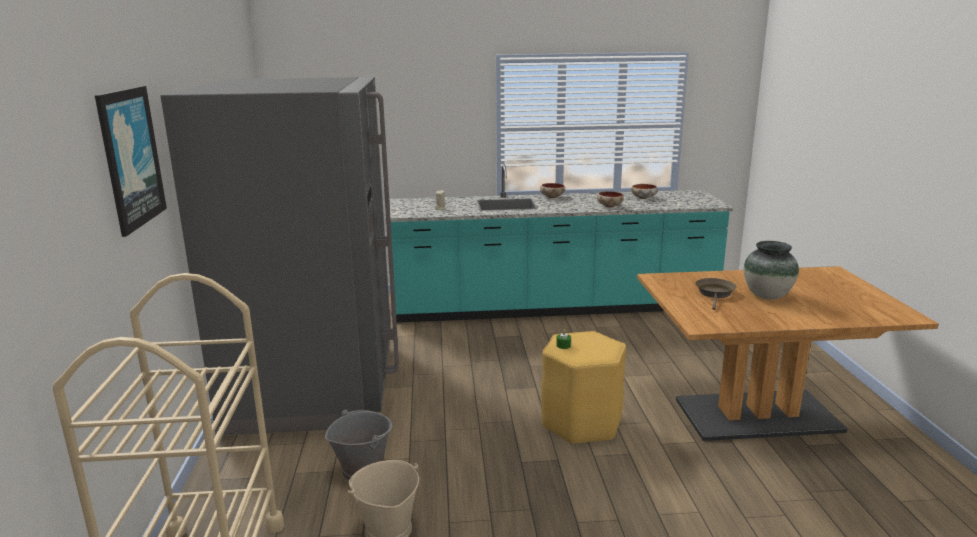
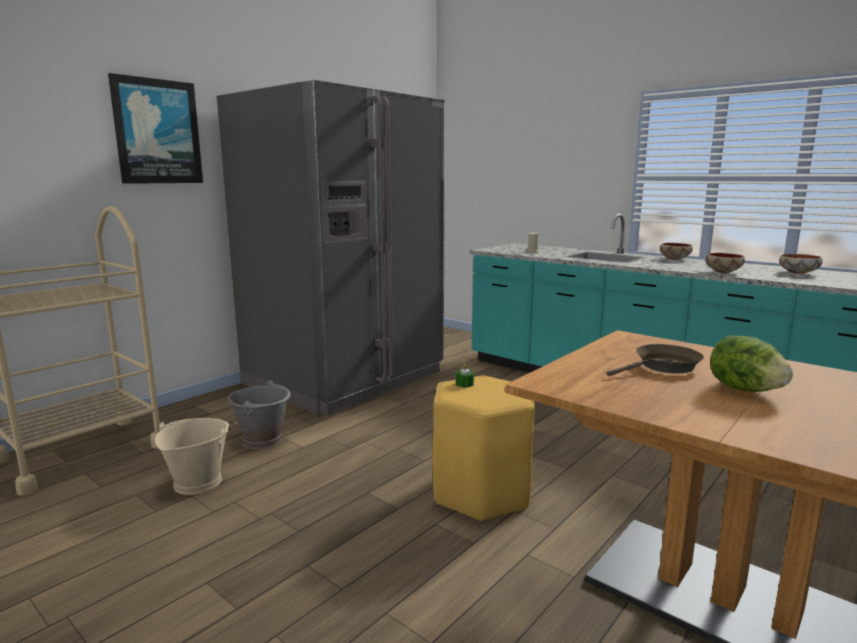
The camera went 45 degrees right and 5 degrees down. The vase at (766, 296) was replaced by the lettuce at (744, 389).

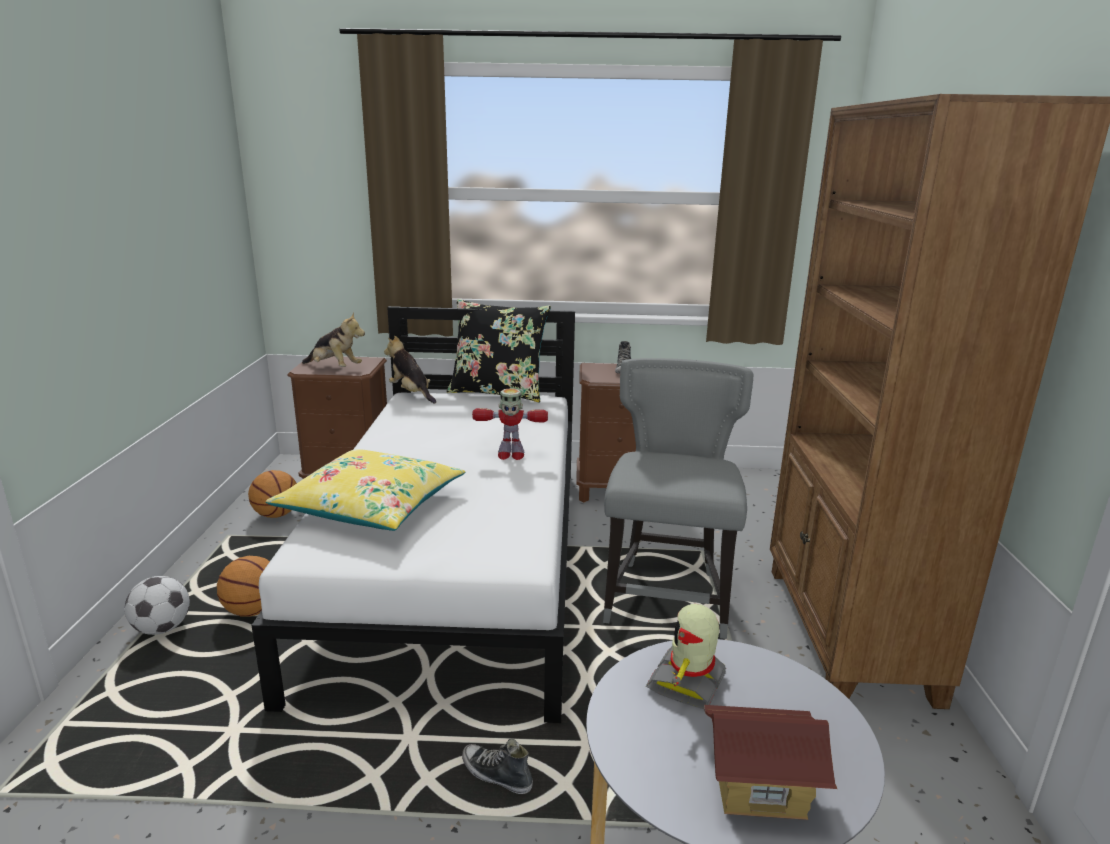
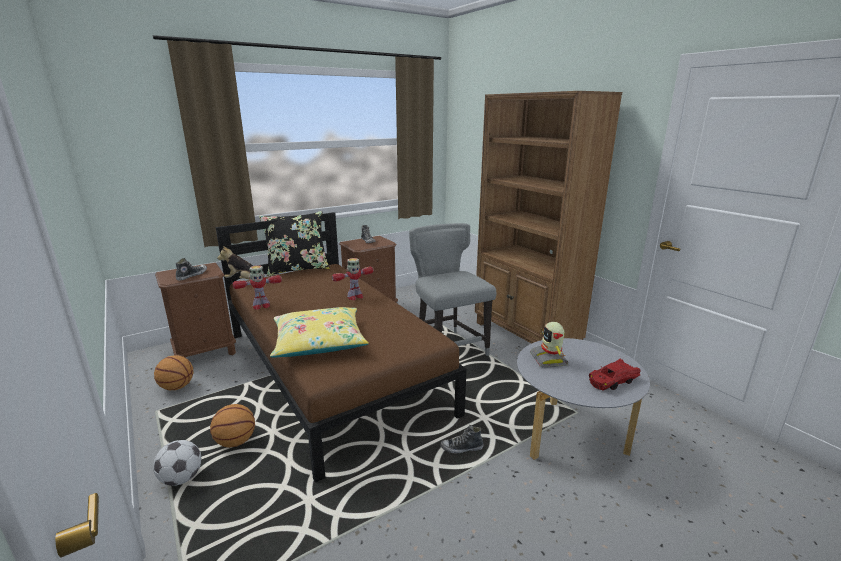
The camera went 35 degrees left and 0 degrees up. The white_bed at (459, 563) became the brown_bed at (332, 370). The plush_toy at (334, 368) was replaced by the shoe at (192, 275). The toy_house at (759, 788) was replaced by the red_toy_car at (612, 380). The toy_robot at (261, 306) appeared.

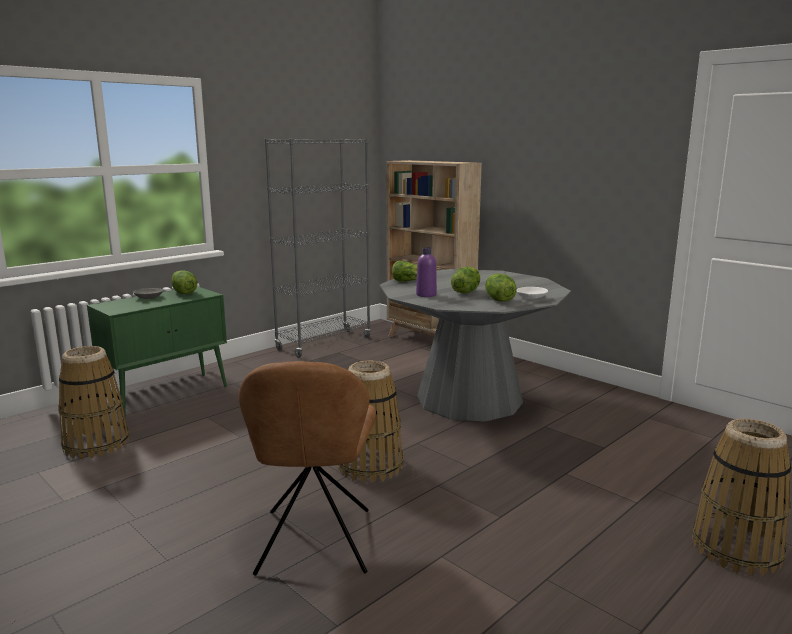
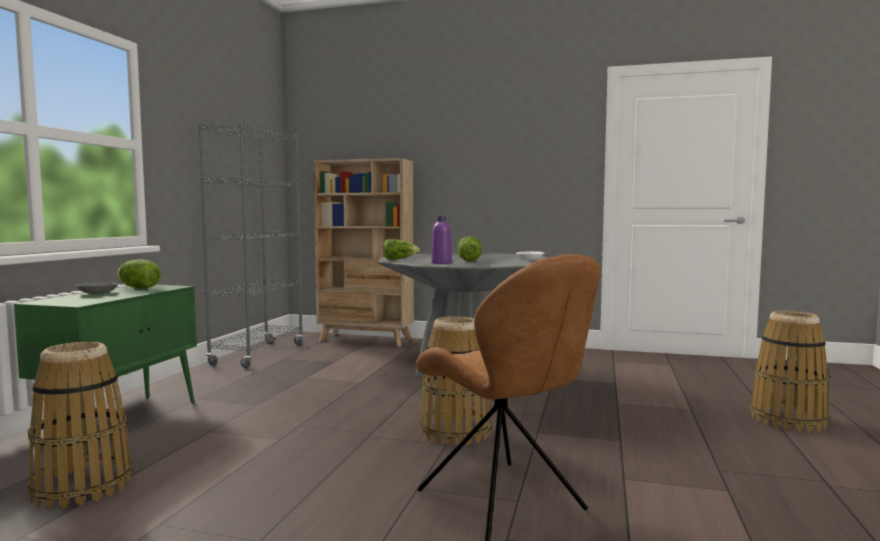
The camera went 30 degrees left and 10 degrees down. The lettuce at (498, 300) disappeared.

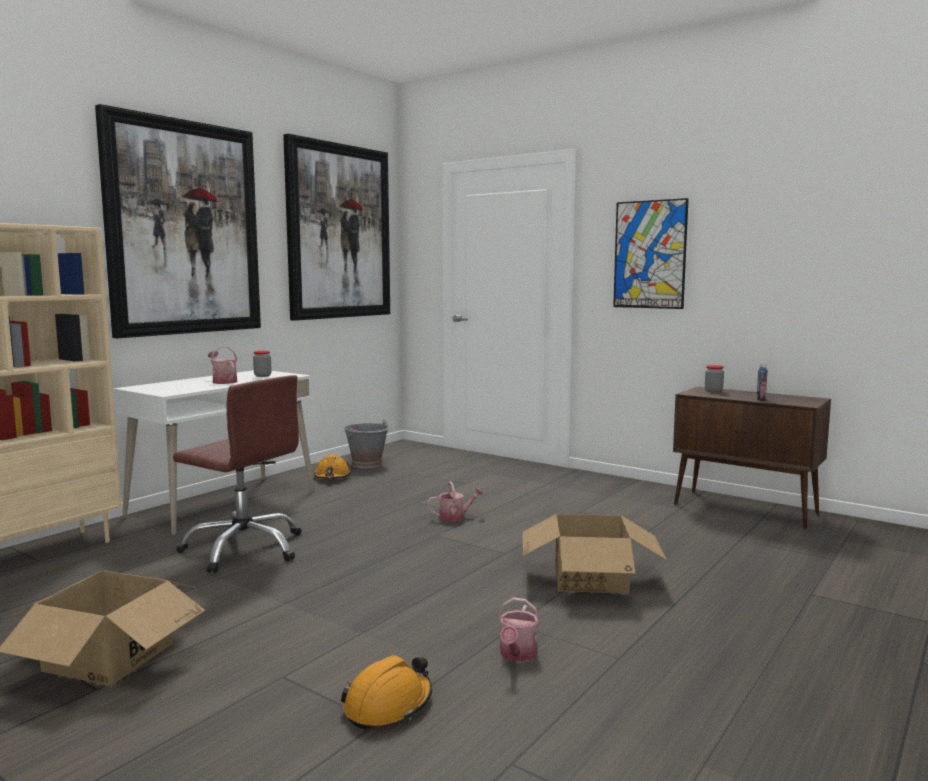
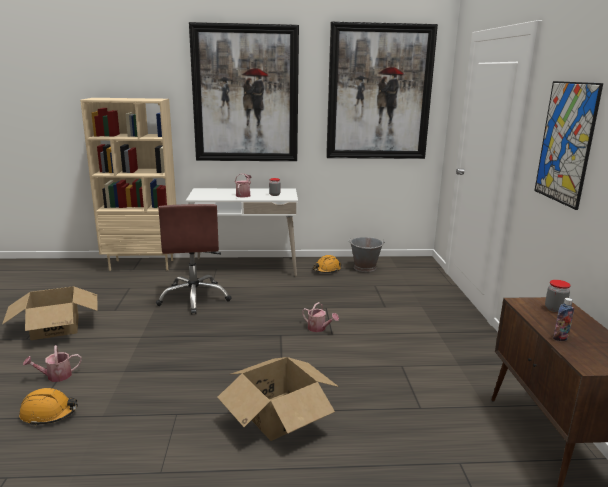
The camera went 50 degrees right and 10 degrees up. The watering_can moved from (517, 654) to (55, 376).

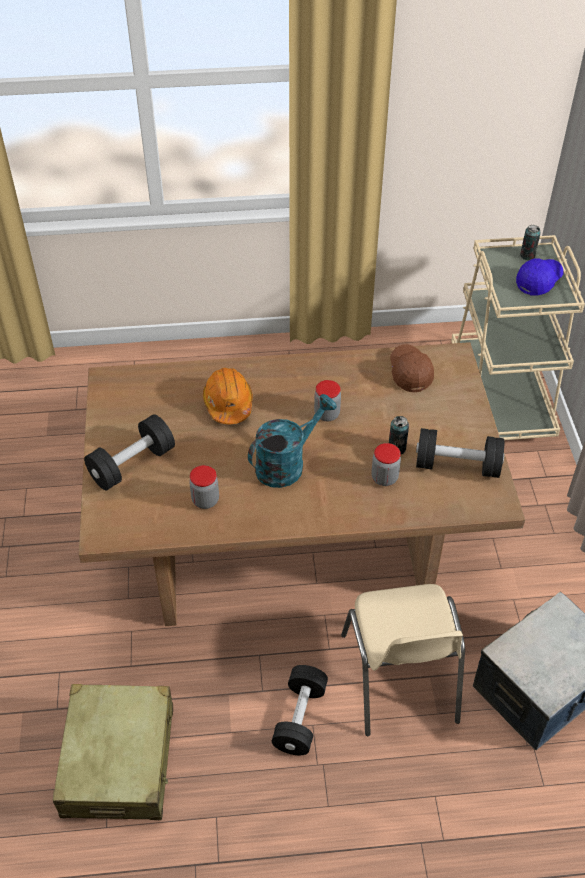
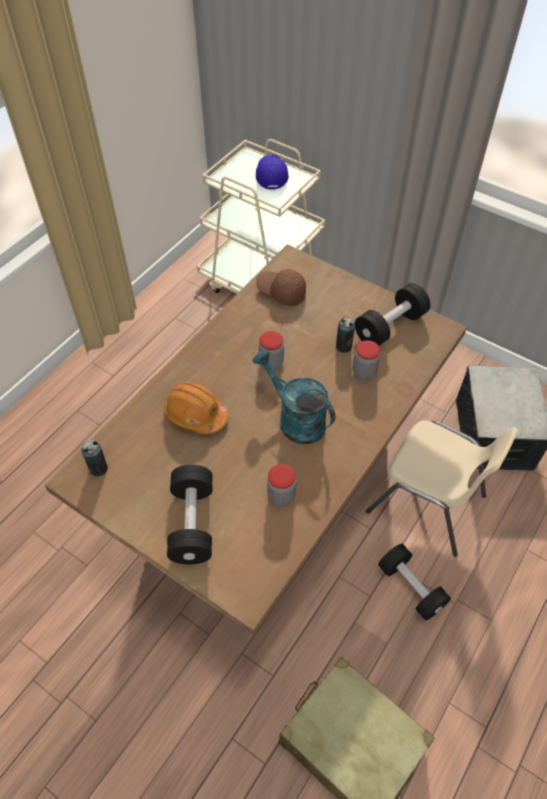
The camera went 50 degrees left and 5 degrees up. The turquoise_watering_can at (287, 463) turned 45 degrees counterclockwise. The can moved from (527, 256) to (98, 468).

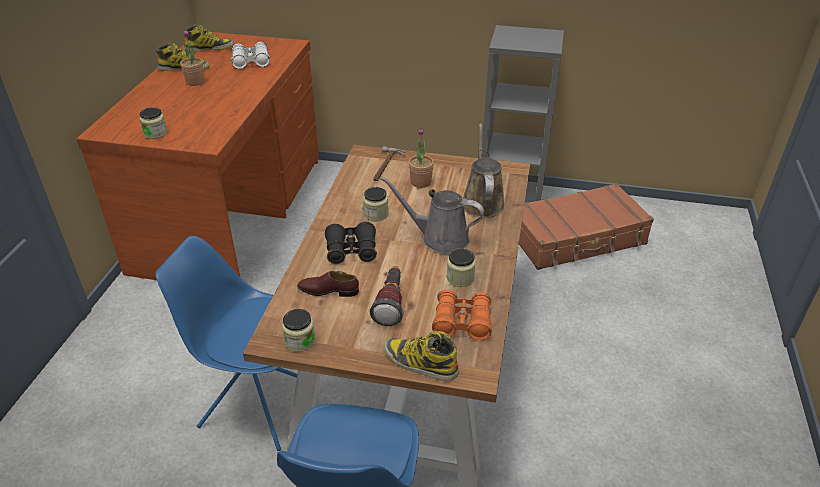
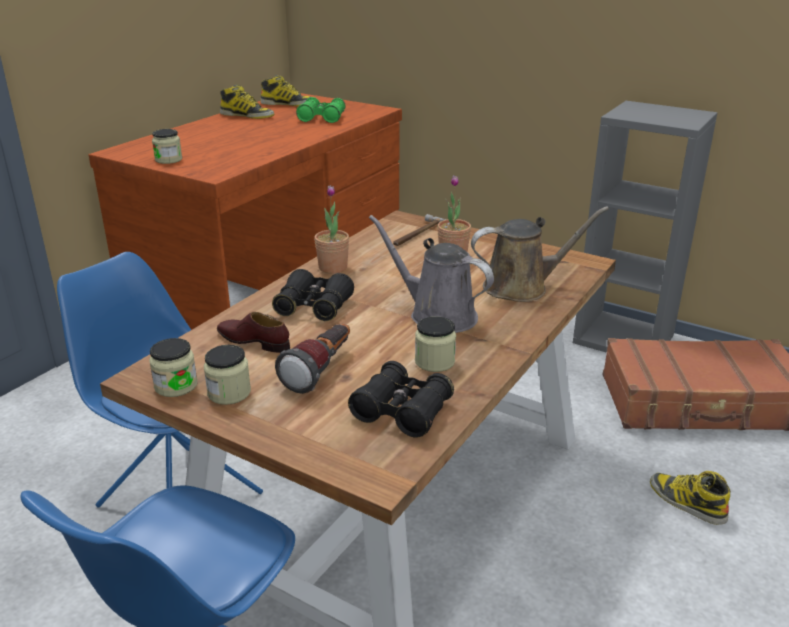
The camera went 20 degrees right and 10 degrees down. The potted_plant moved from (195, 82) to (333, 268). The white_binoculars at (251, 62) became the green_binoculars at (322, 118). The jar moved from (376, 214) to (229, 393). The boot moved from (420, 363) to (686, 502). The orange_binoculars at (462, 323) became the black_binoculars at (402, 411). The brown_watering_can at (482, 201) turned 60 degrees clockwise.

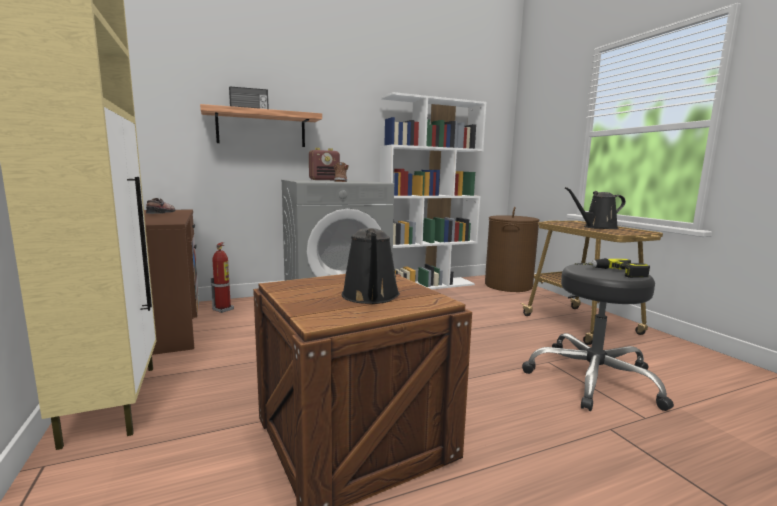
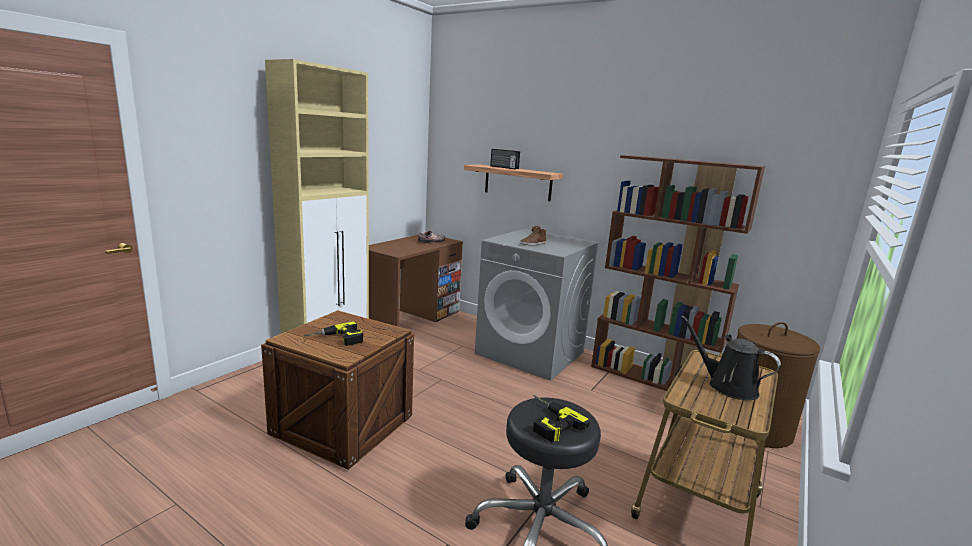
The camera went 55 degrees right and 5 degrees up. The fire_extinguisher at (223, 309) disappeared. The radio at (324, 180) disappeared. The black_watering_can at (371, 297) was replaced by the power_drill at (336, 340). The white_bookcase at (427, 285) became the brown_bookcase at (652, 378).

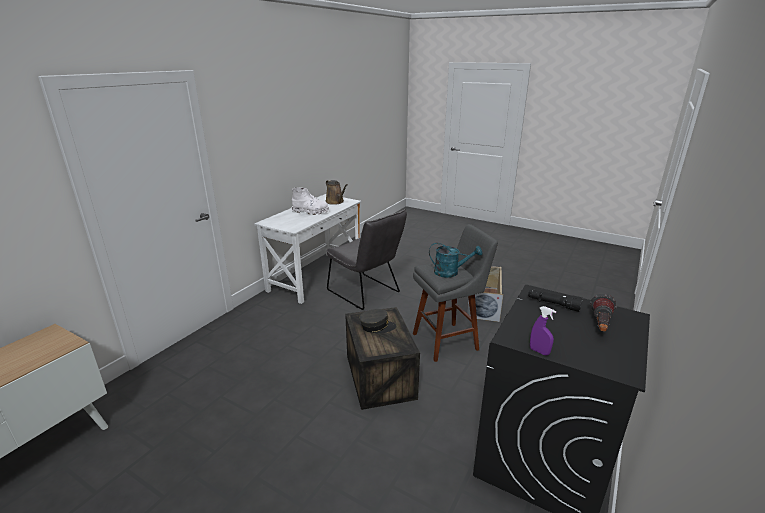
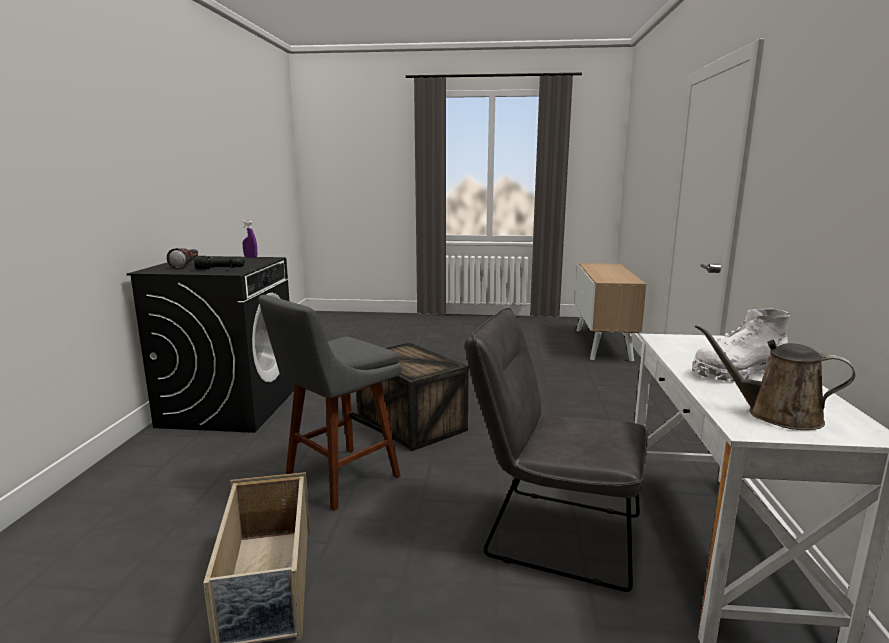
The camera went 155 degrees right and 10 degrees down. The grey_cap at (377, 326) disappeared. The turquoise_watering_can at (451, 272) disappeared.

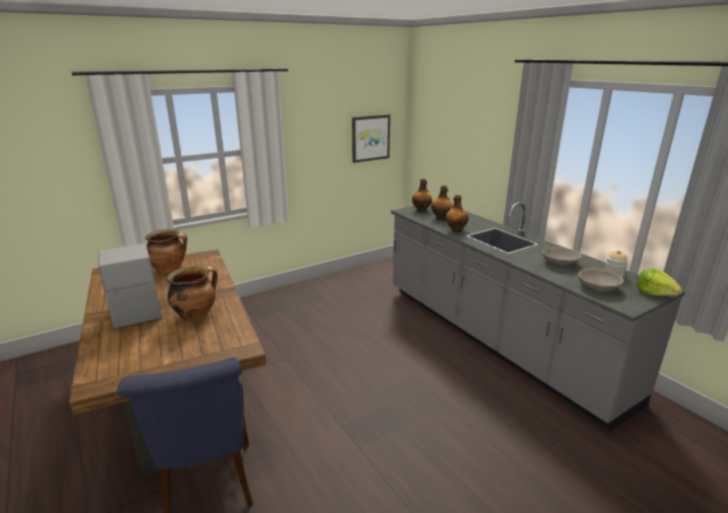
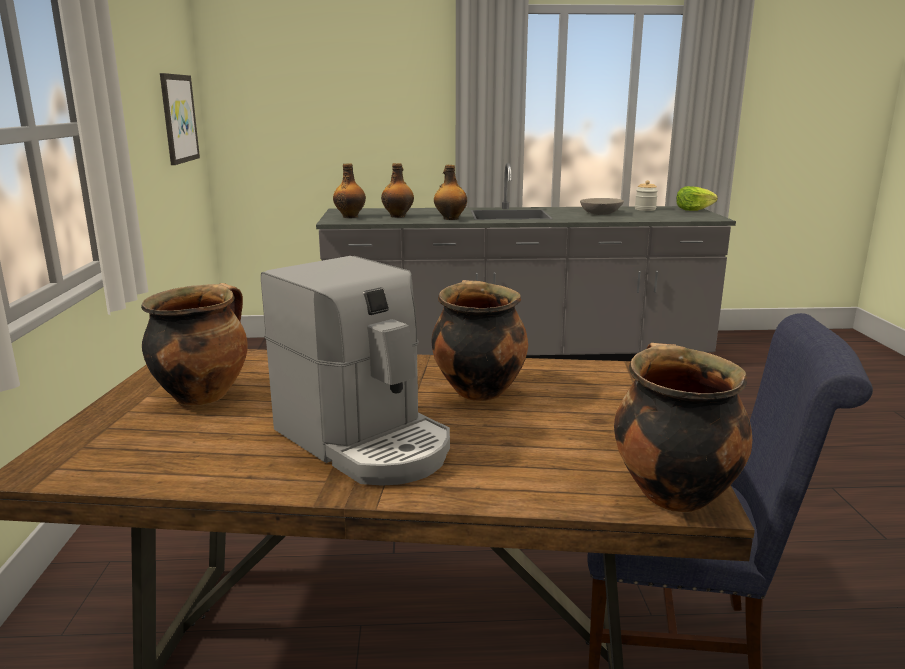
The camera went 60 degrees left and 5 degrees down. The coffee_machine at (135, 308) turned 135 degrees counterclockwise. The grey_bowl at (598, 287) disappeared. The cooking_pot at (671, 493) appeared.

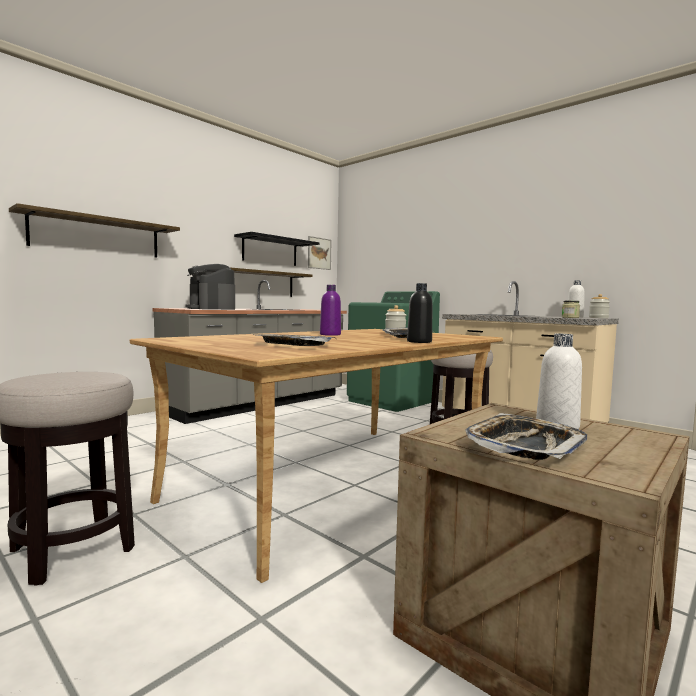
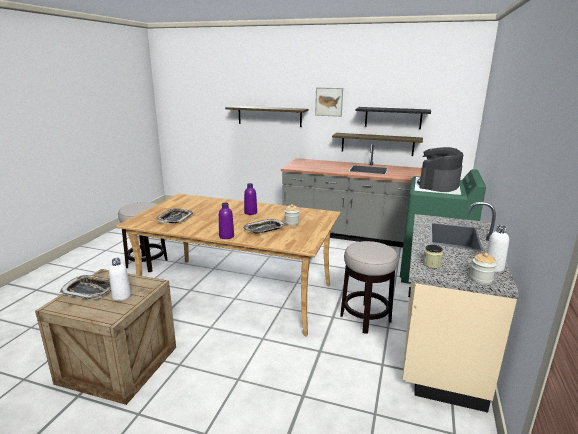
The camera went 65 degrees right and 15 degrees up. The coffee_machine moved from (211, 309) to (438, 185). The picture moved from (319, 253) to (329, 102). The black_bottle at (419, 342) became the purple_bottle at (226, 236).

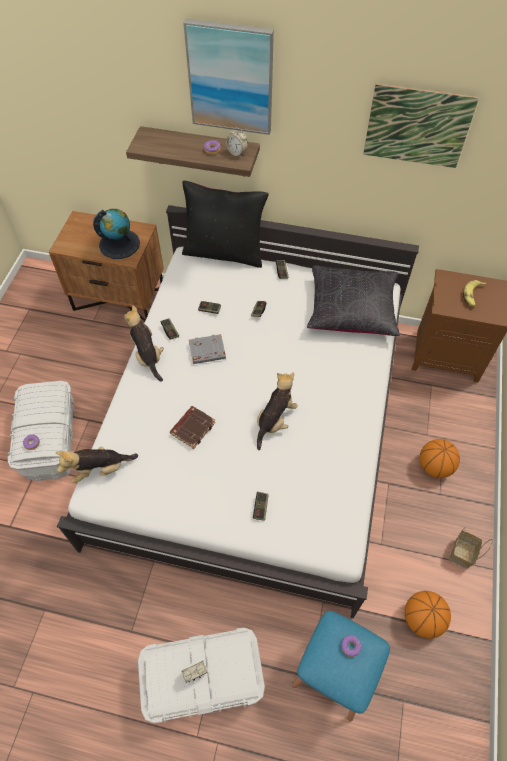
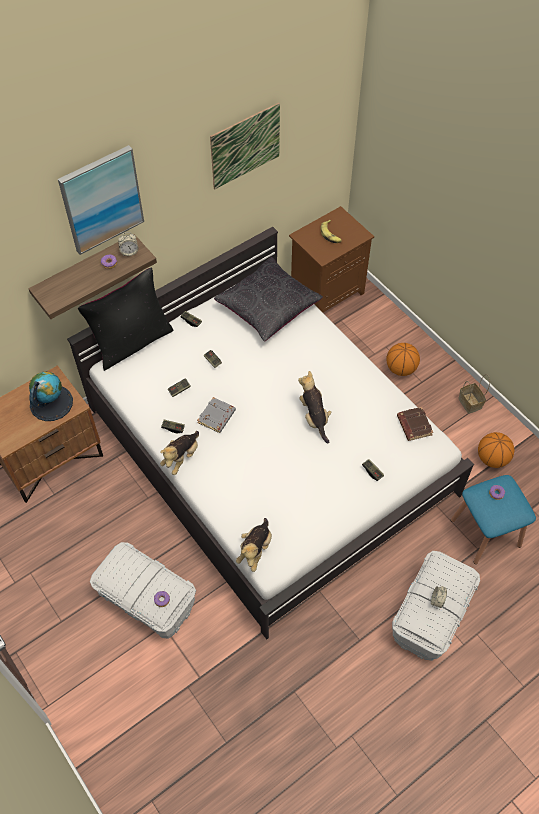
The camera went 50 degrees left and 0 degrees up. The plush_toy at (147, 355) turned 75 degrees counterclockwise. The brown_book moved from (192, 428) to (413, 425).

